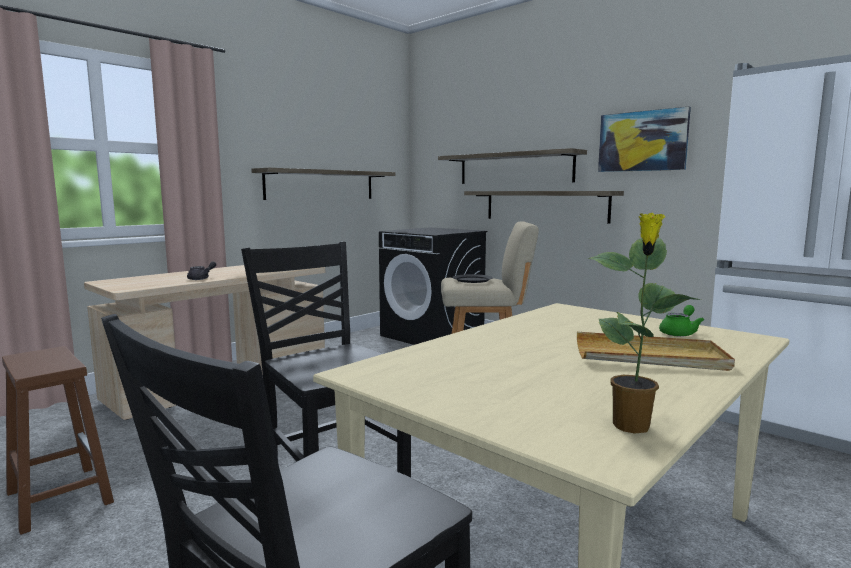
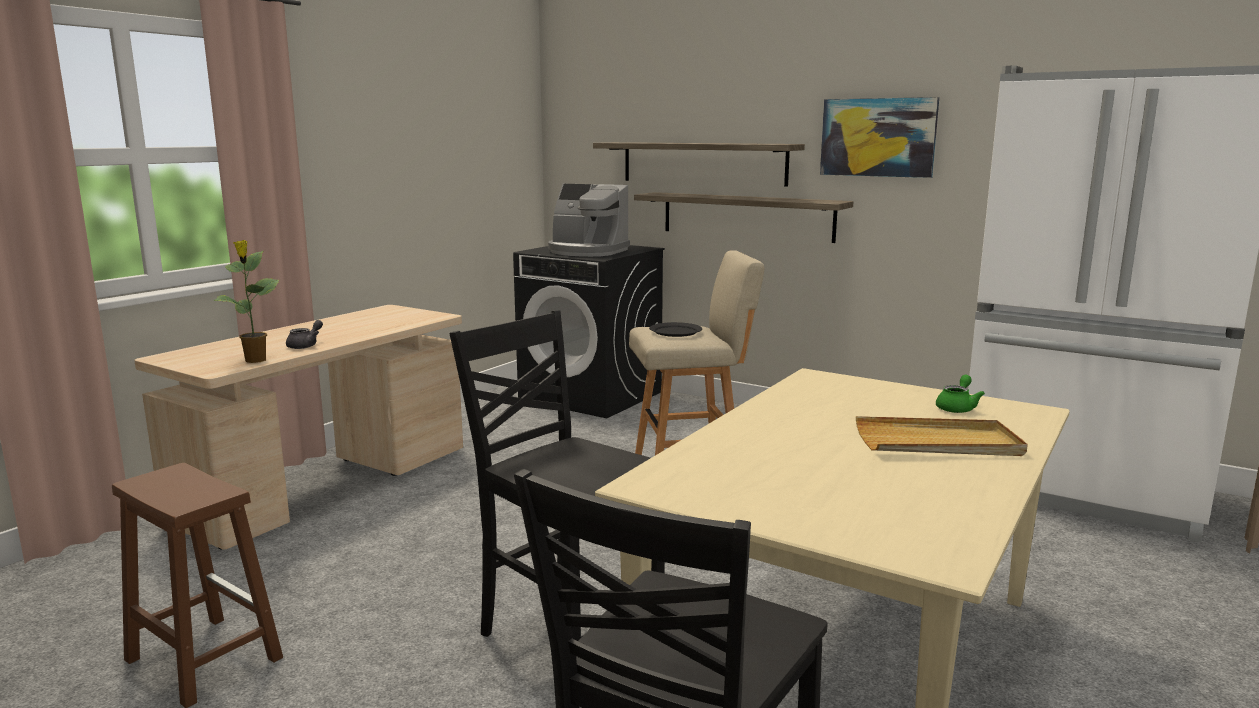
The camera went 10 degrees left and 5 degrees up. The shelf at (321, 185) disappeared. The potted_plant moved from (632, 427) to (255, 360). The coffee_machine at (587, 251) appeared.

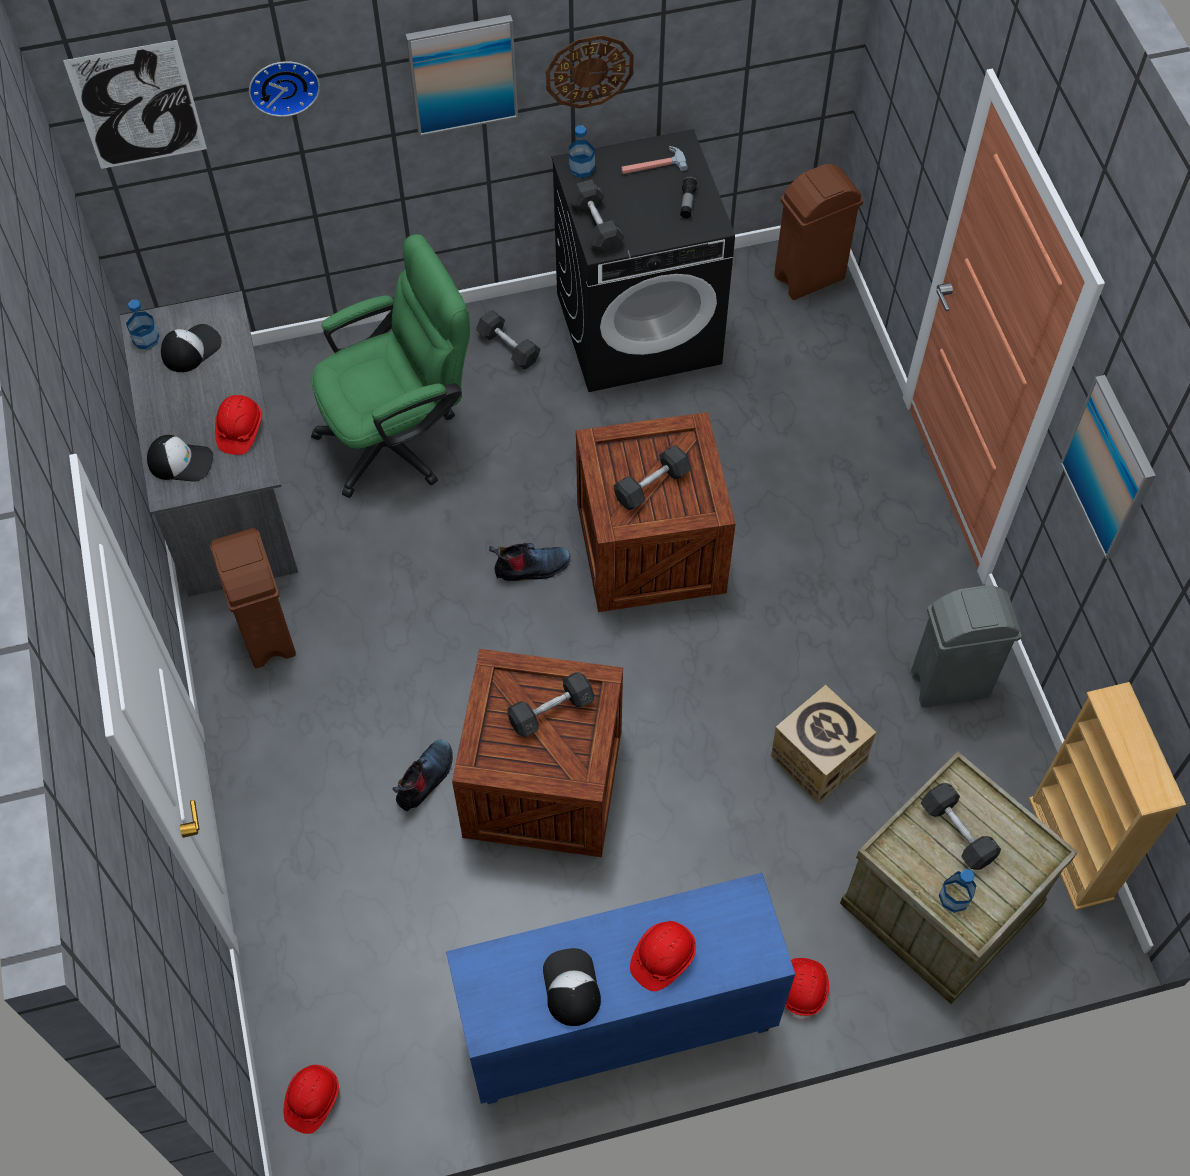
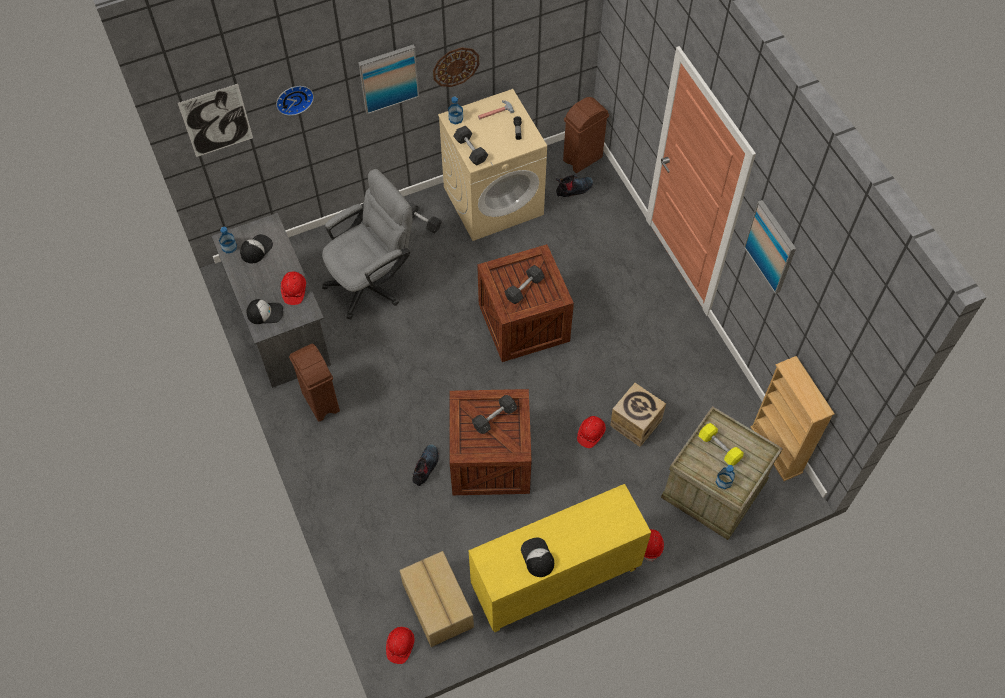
The camera went 10 degrees left and 0 degrees up. The green_office_chair at (400, 438) became the grey_office_chair at (372, 281). The blue_cabinet at (616, 1027) became the yellow_cabinet at (555, 581). The boot moved from (531, 568) to (574, 190). The black_washing_machine at (639, 327) became the beige_washing_machine at (493, 200). The red_hard_hat moved from (662, 958) to (590, 433). The grey_trash_can at (951, 684) disappeared. The grey_dumbbell at (957, 832) became the yellow_dumbbell at (719, 448). The cardboard_box at (438, 604) appeared.

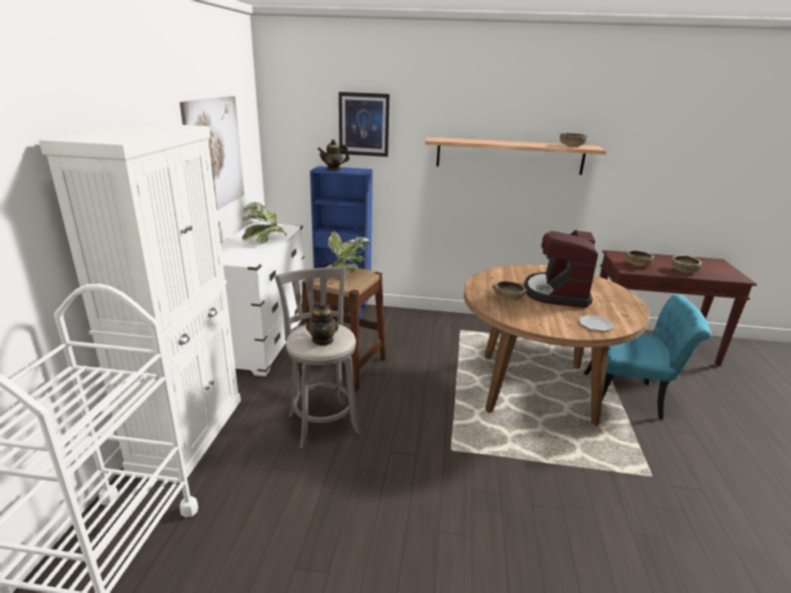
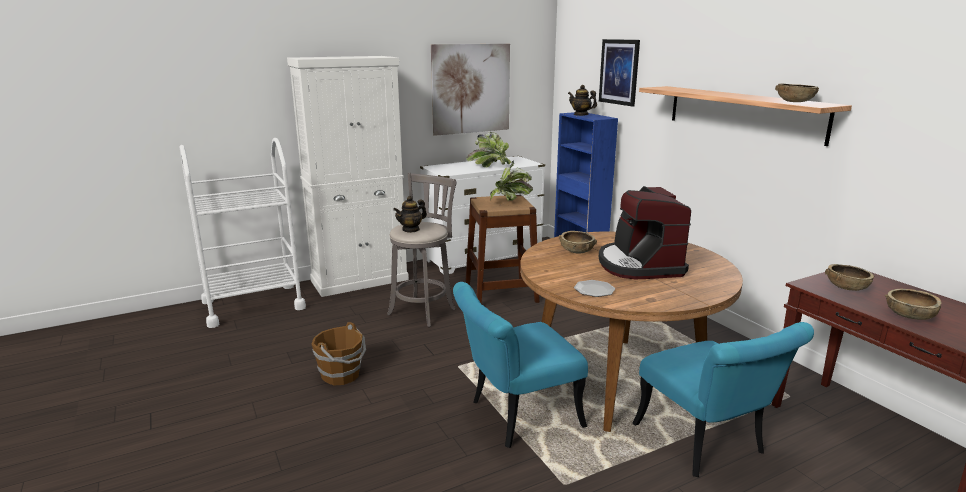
The camera went 55 degrees right and 5 degrees down. The coffee_machine at (557, 293) turned 75 degrees counterclockwise. The brown_bucket at (342, 375) appeared. The turquoise_chair at (515, 416) appeared.

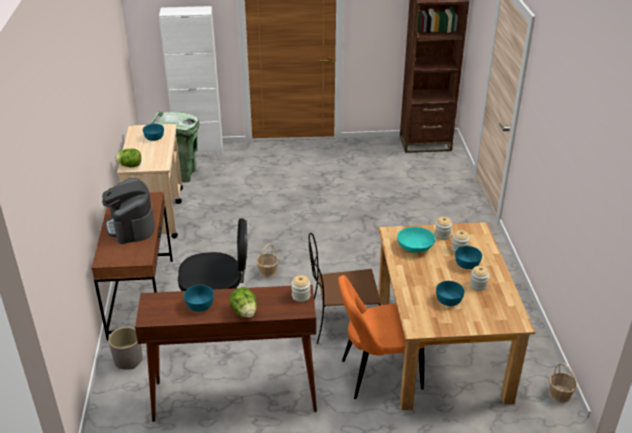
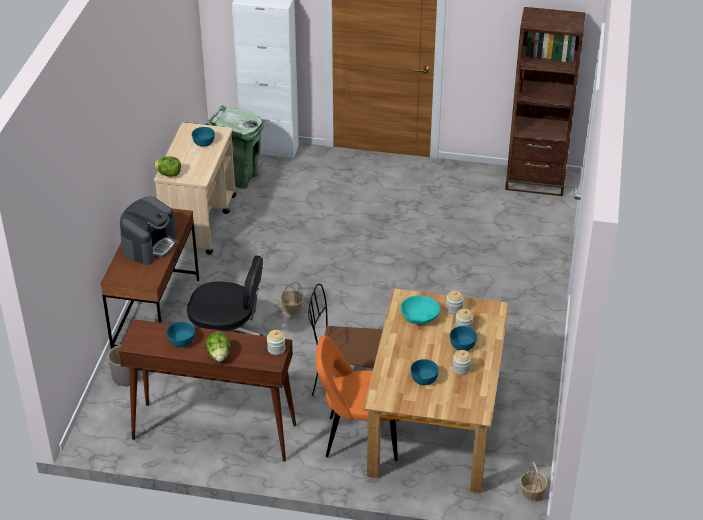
The camera went 15 degrees right and 5 degrees up. The coffee_machine at (131, 226) turned 150 degrees counterclockwise.

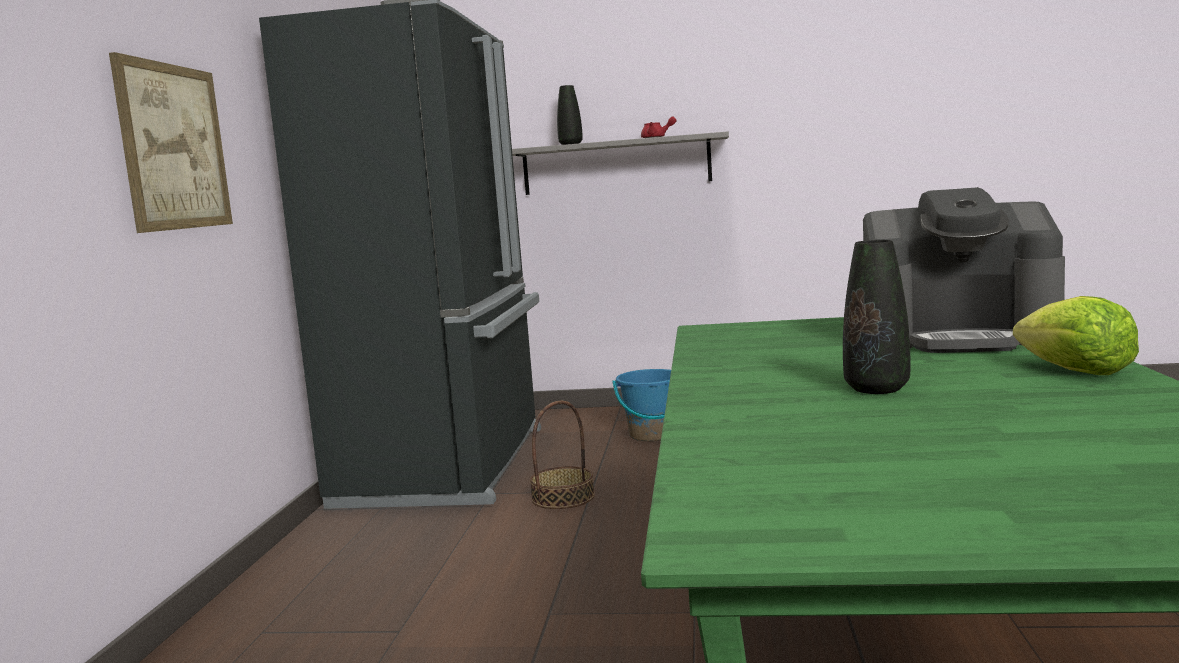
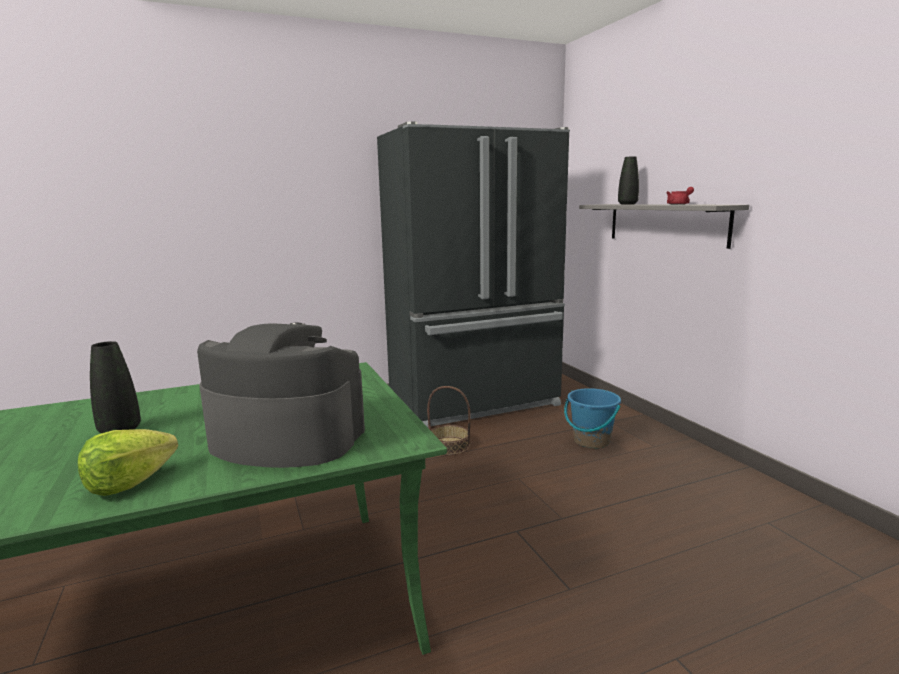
The camera went 60 degrees right and 5 degrees up. The picture at (174, 147) disappeared. The coffee_machine at (958, 338) turned 120 degrees clockwise.

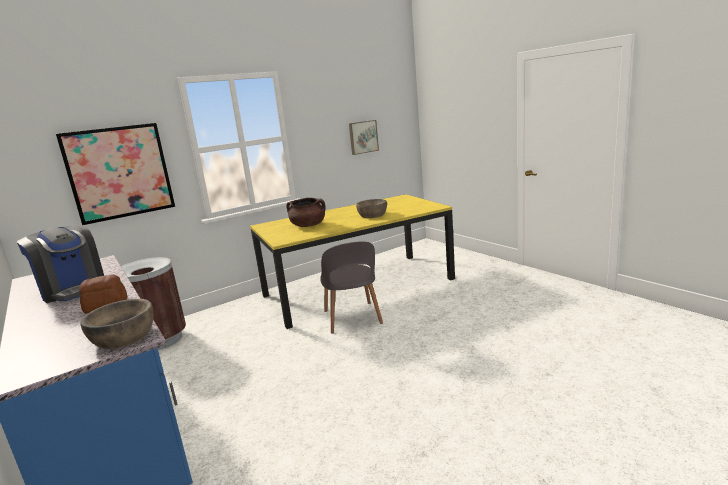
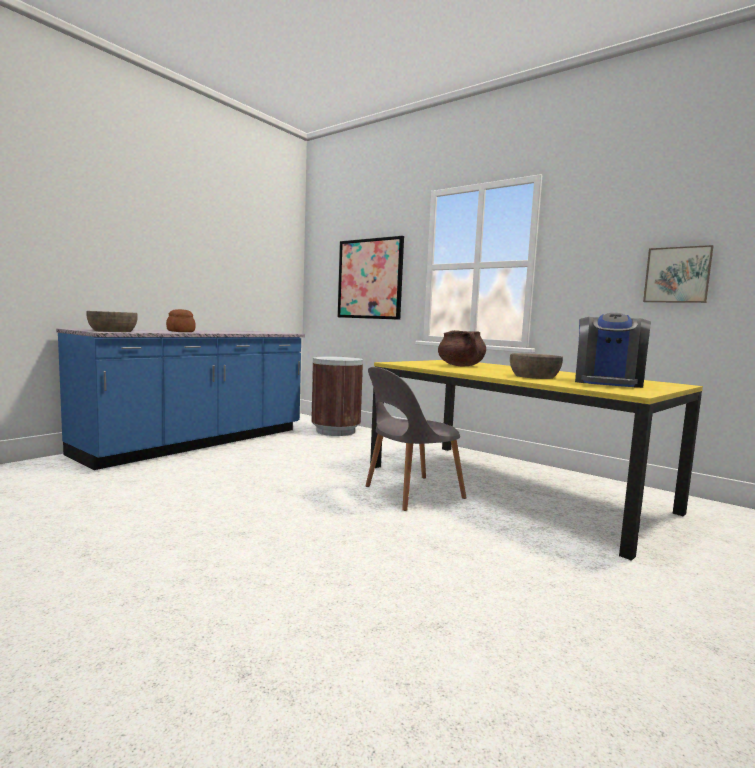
The camera went 70 degrees right and 10 degrees down. The coffee_machine moved from (73, 289) to (608, 383).

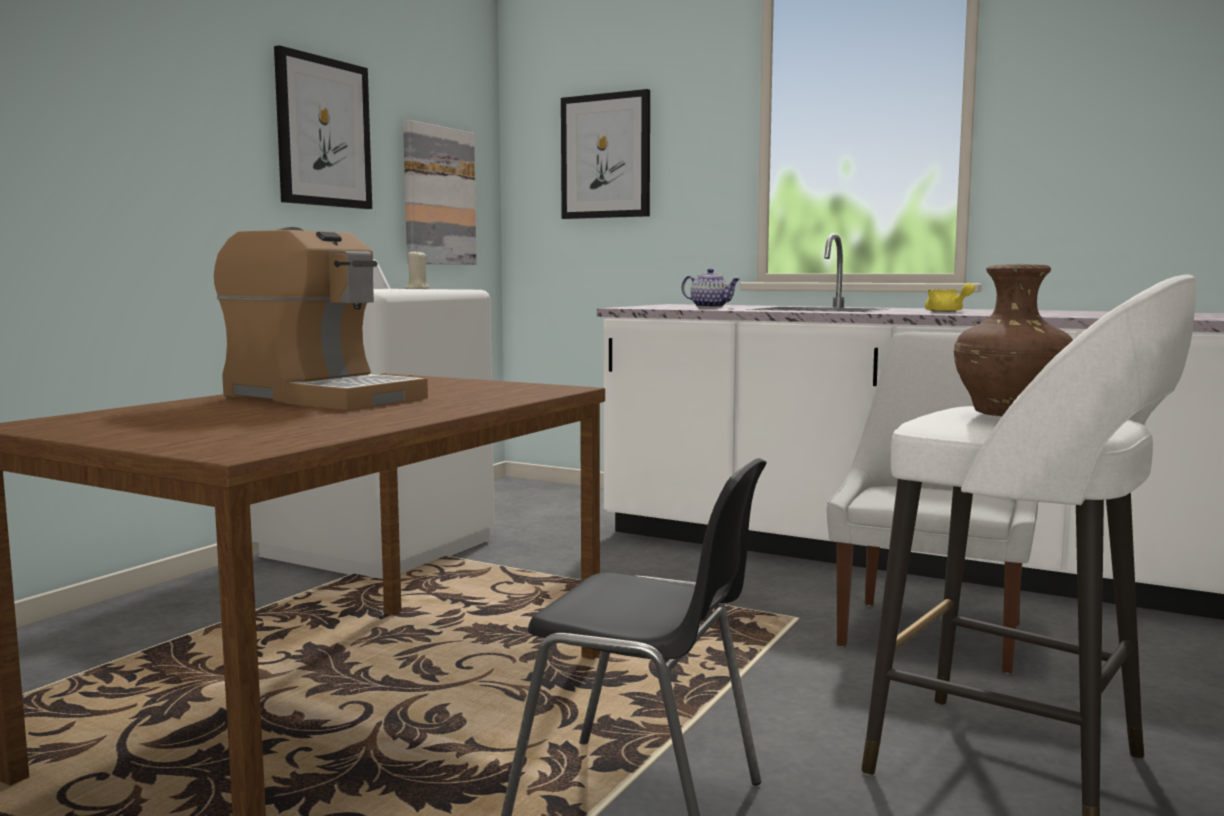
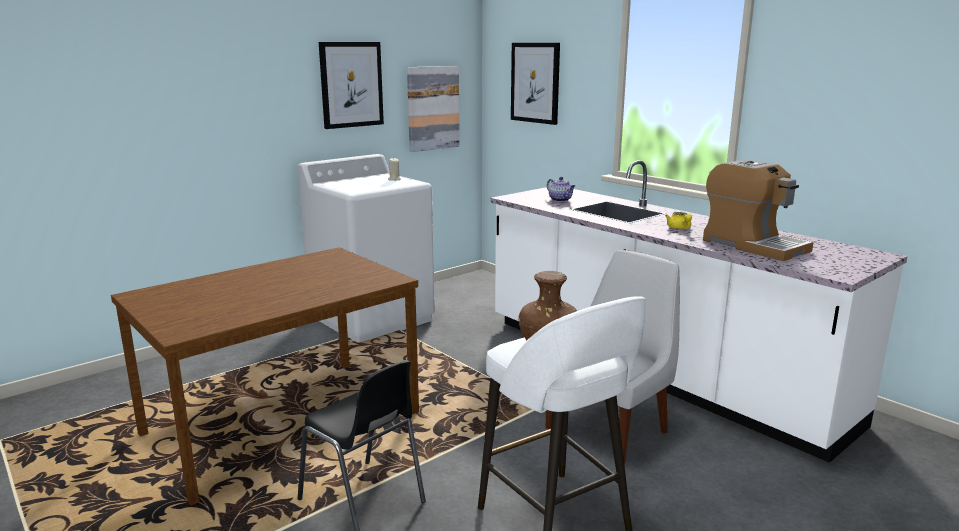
The camera went 20 degrees right and 10 degrees up. The coffee_machine moved from (321, 397) to (753, 245).

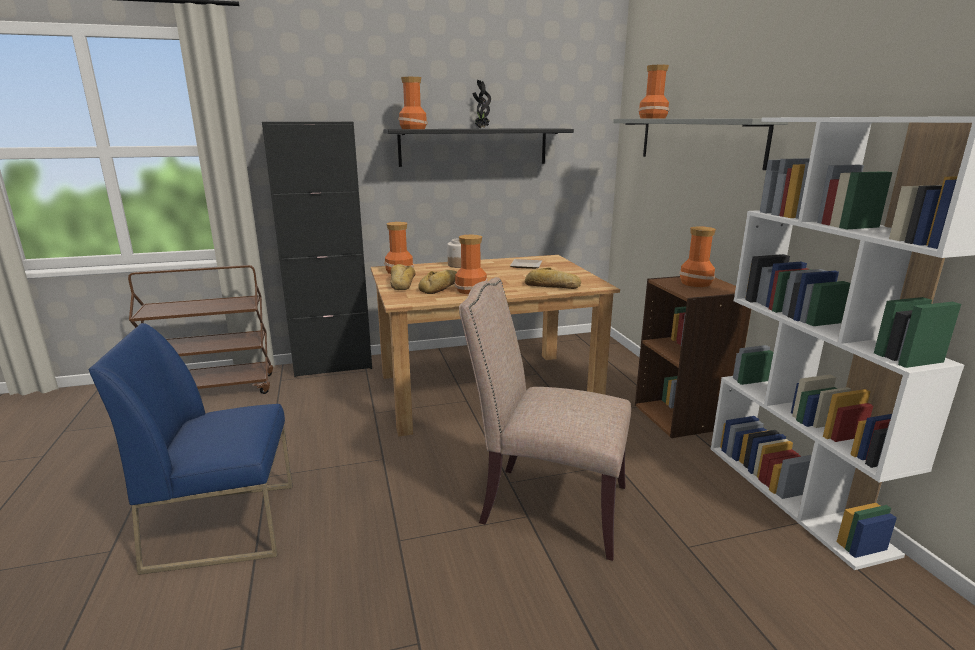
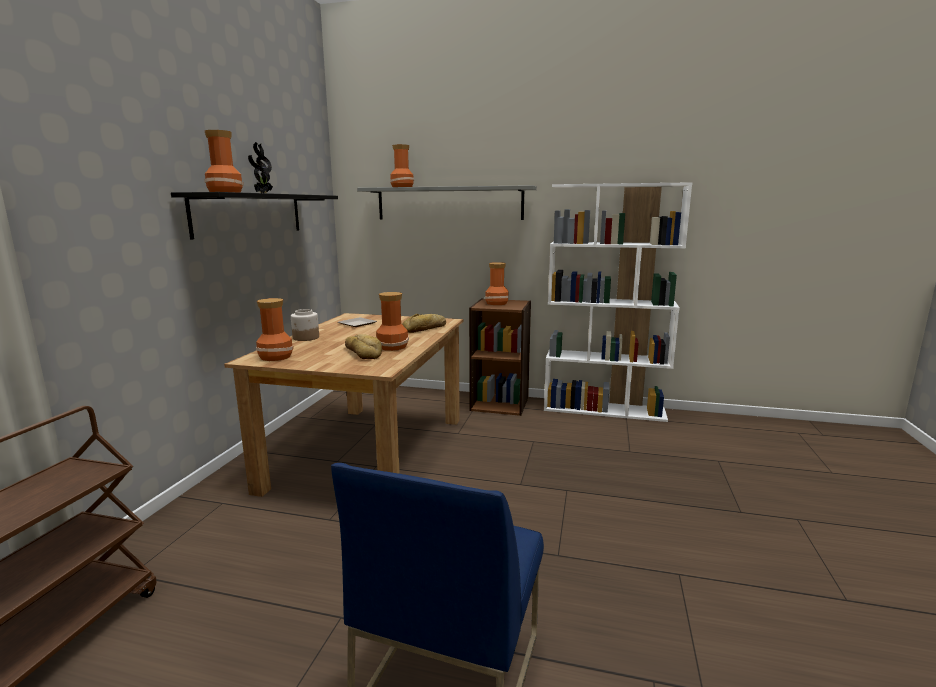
The camera went 60 degrees left and 5 degrees down. The black_cabinet at (333, 366) disappeared. The bread at (401, 283) disappeared. The beige_chair at (547, 505) disappeared.

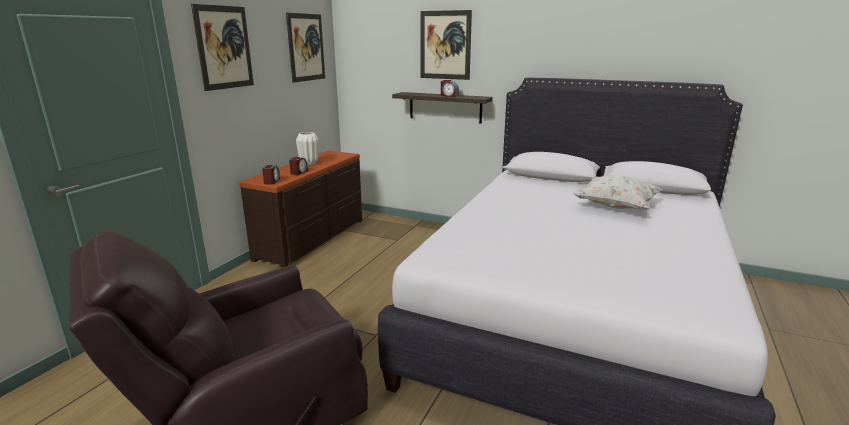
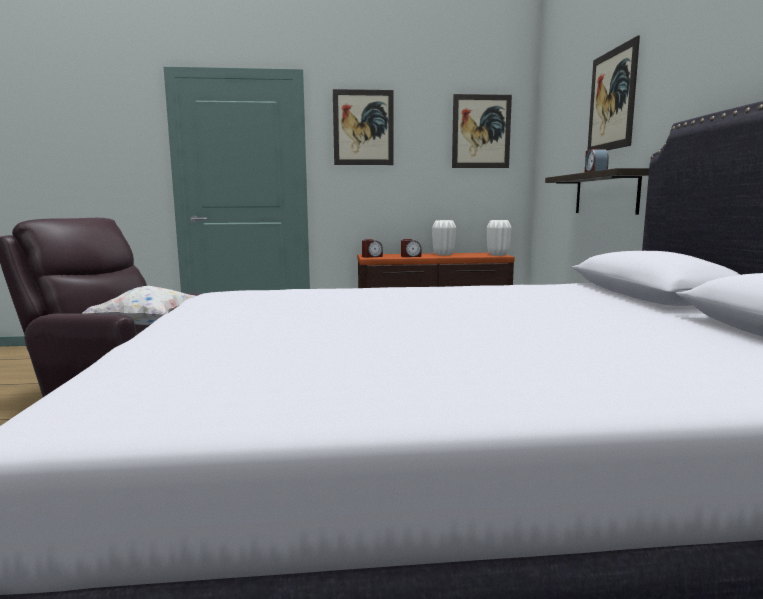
The camera went 60 degrees right and 10 degrees down. The white_pillow moved from (615, 207) to (148, 324). The white_vase at (498, 255) appeared.

